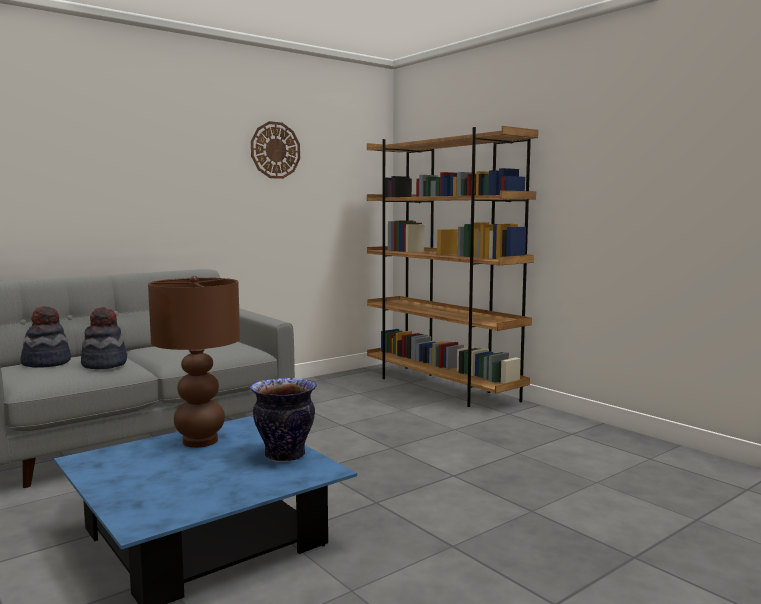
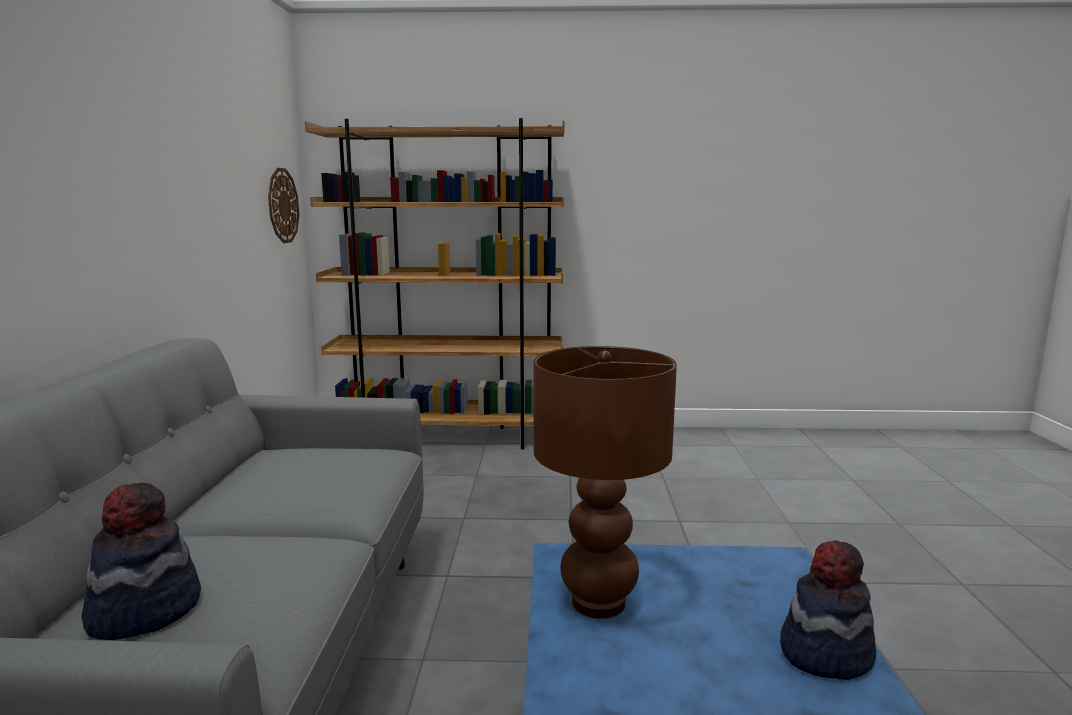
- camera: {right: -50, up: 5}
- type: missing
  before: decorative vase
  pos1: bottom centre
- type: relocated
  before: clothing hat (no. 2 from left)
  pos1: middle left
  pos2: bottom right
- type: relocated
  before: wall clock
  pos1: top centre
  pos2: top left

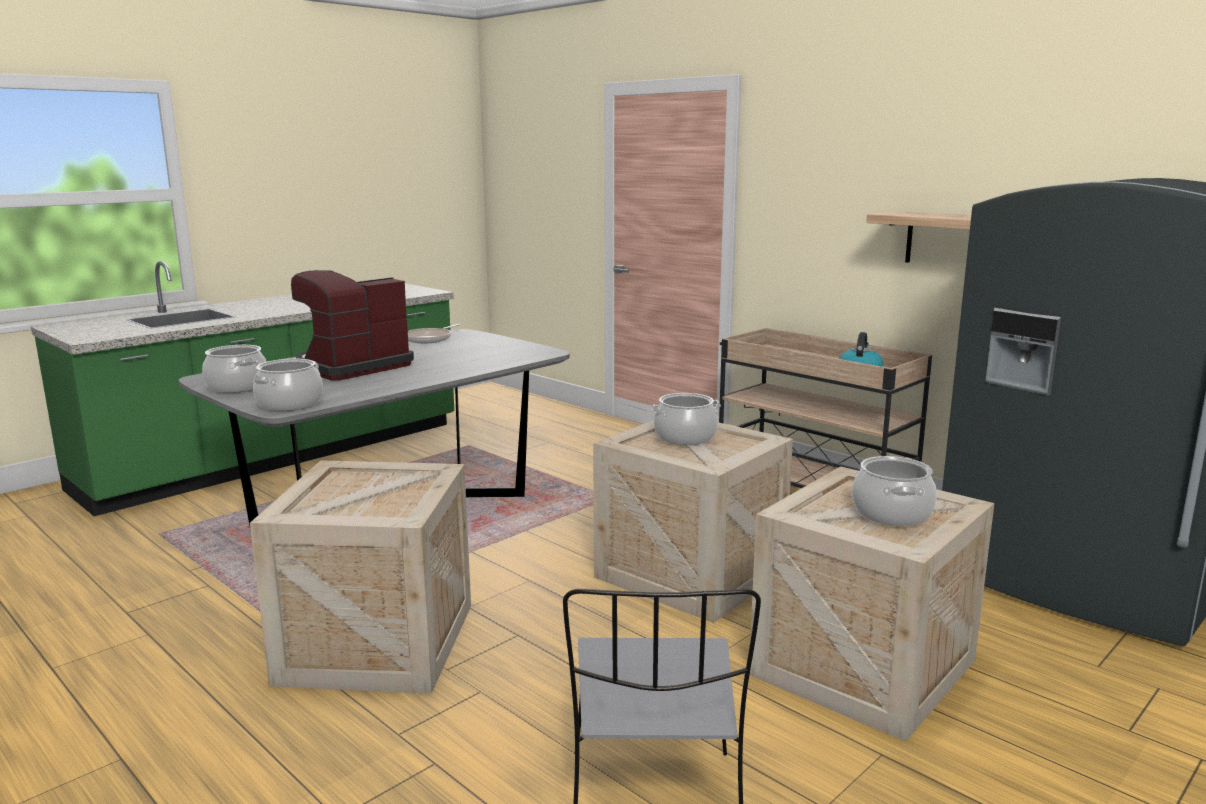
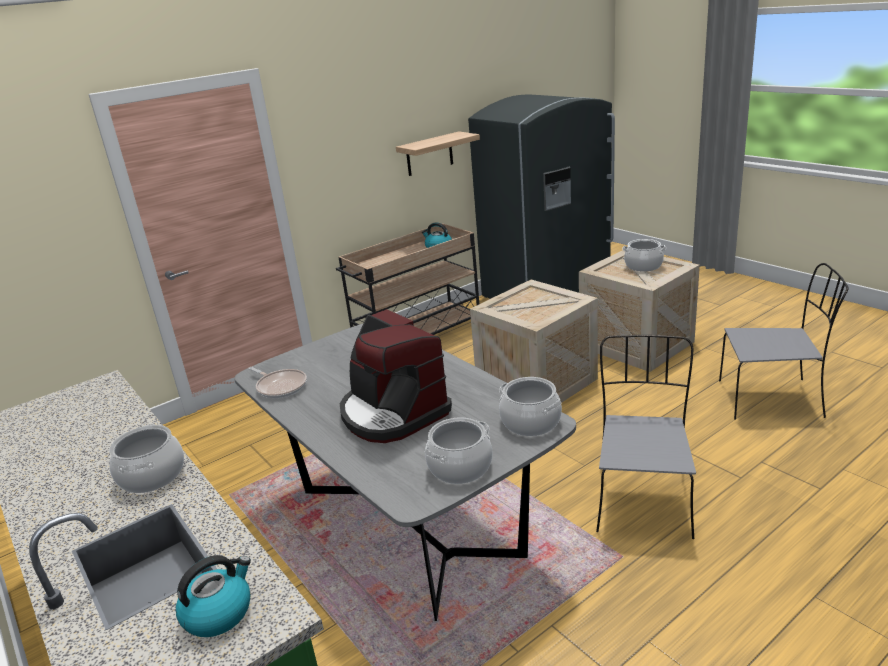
- camera: {right: -80, up: 10}
- type: appeared
  after: kettle (no. 1 from left)
  pos2: bottom left
- type: relocated
  before: stockpot (no. 3 from left in the first image)
  after: stockpot (no. 1 from left)
  pos1: centre
  pos2: bottom left
- type: exchanged
  before: crate (no. 1 from left)
  after: upright chair (grey) (no. 1 from left)
  pos1: bottom left
  pos2: middle right

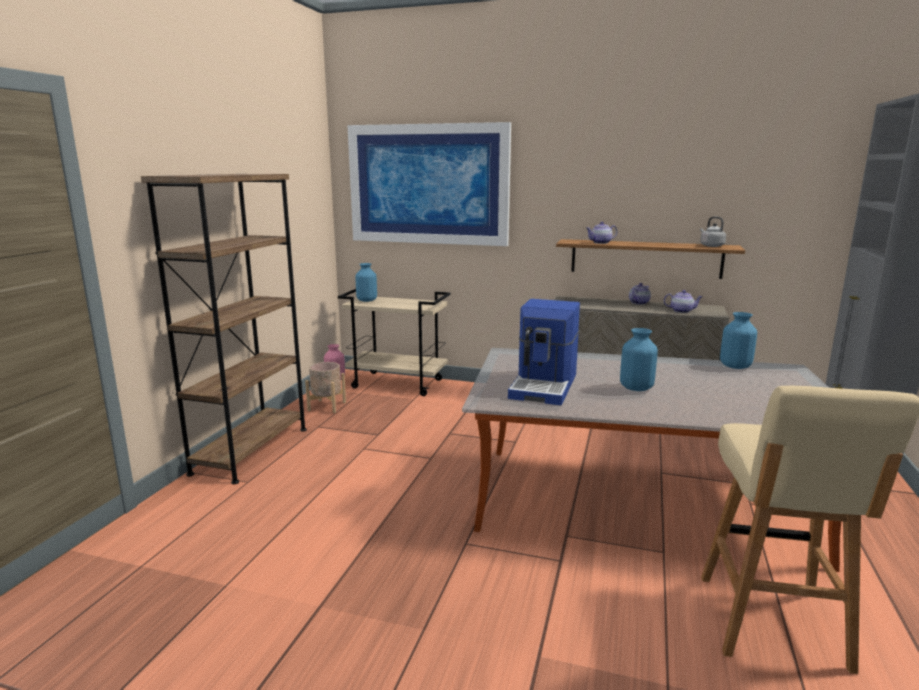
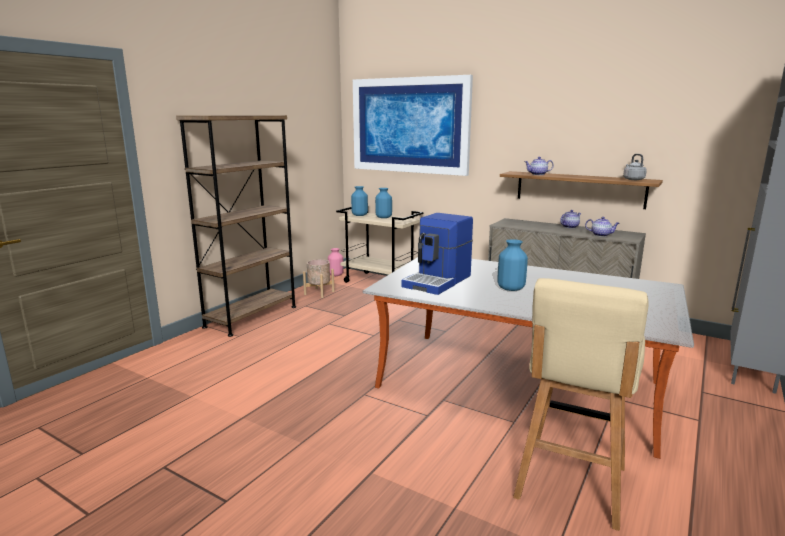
- camera: {right: 15, up: 0}
- type: relocated
  before: decorative vase (bluish) (no. 3 from left in the first image)
  after: decorative vase (bluish) (no. 2 from left)
  pos1: middle right
  pos2: centre

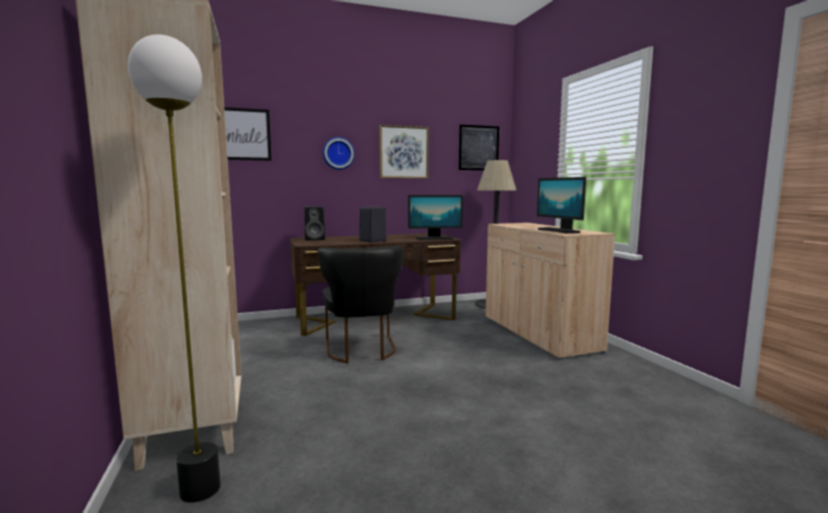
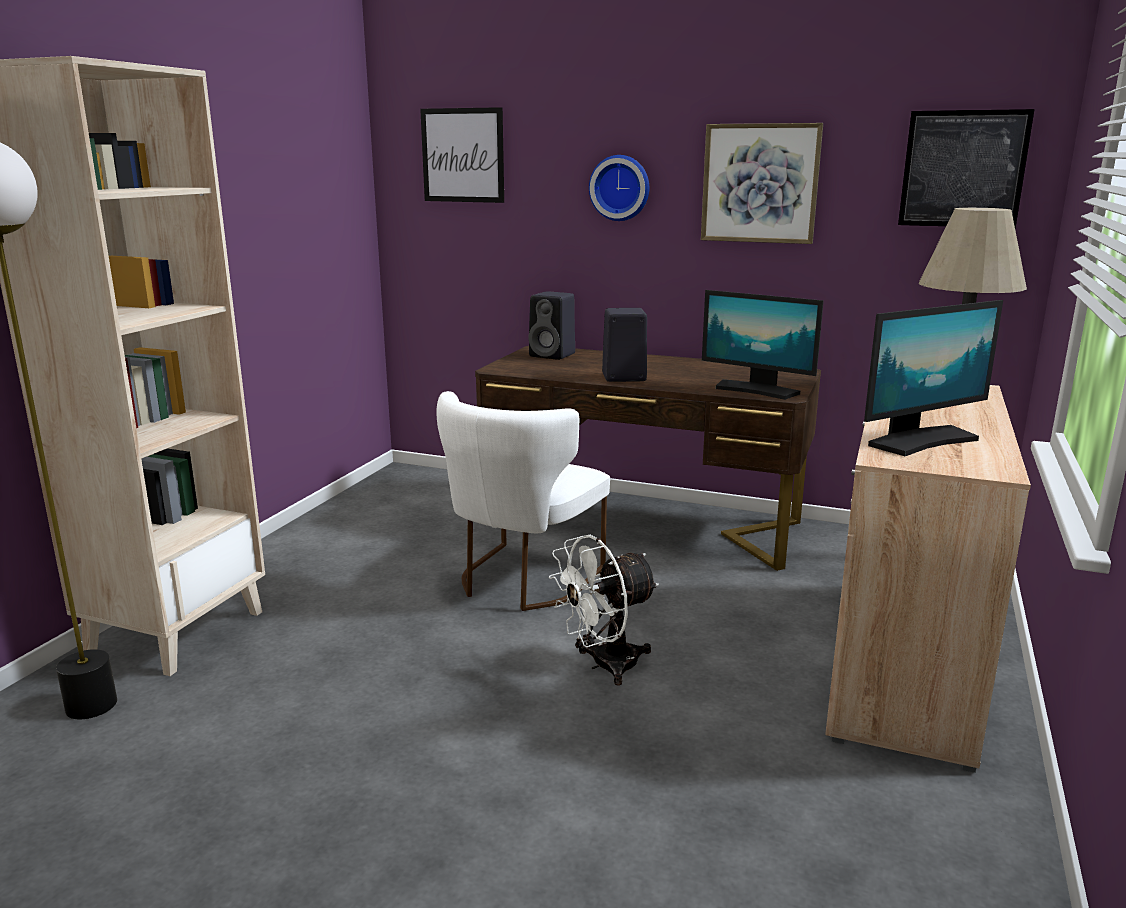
- camera: {right: 40, up: 10}
- type: appeared
  after: electric fan (whitish)
  pos2: bottom centre
- type: colour
  before: upright chair (black)
  after: upright chair (whitish)
  pos1: centre
  pos2: centre
- type: spun
  before: computer screen (no. 2 from left)
  pos1: middle right
  pos2: middle right
  turn: -135

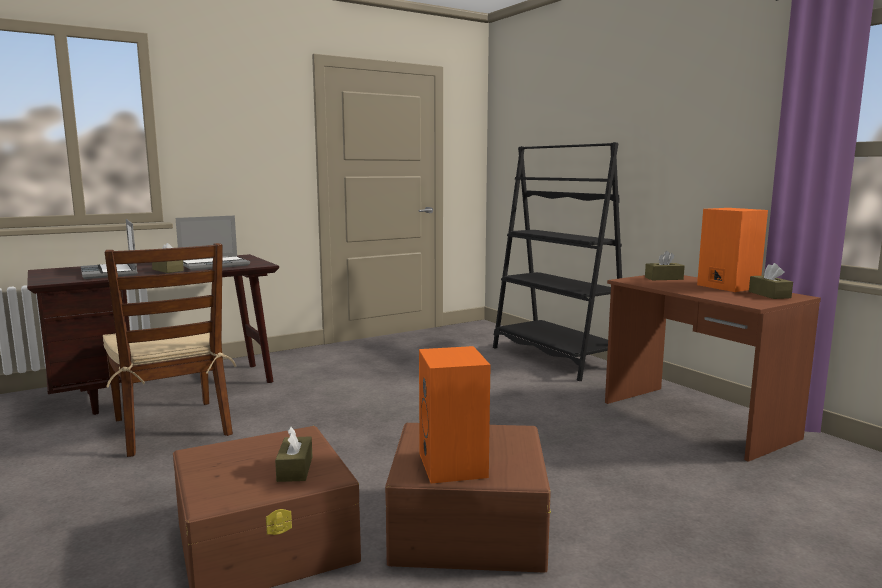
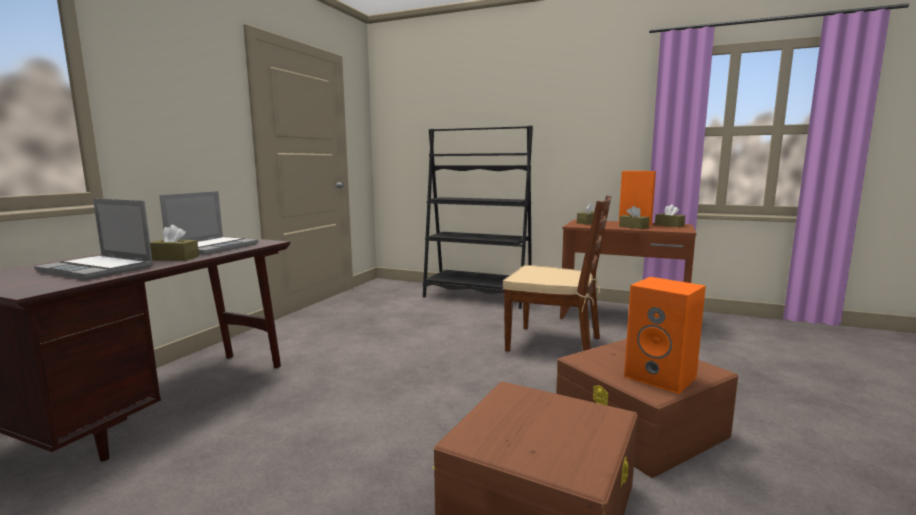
- camera: {right: -35, up: 0}
- type: relocated
  before: upright chair (brownish)
  pos1: middle left
  pos2: centre
- type: relocated
  before: tissue box (brownish) (no. 2 from left in the first image)
  after: tissue box (brownish) (no. 3 from left)
  pos1: bottom left
  pos2: middle right

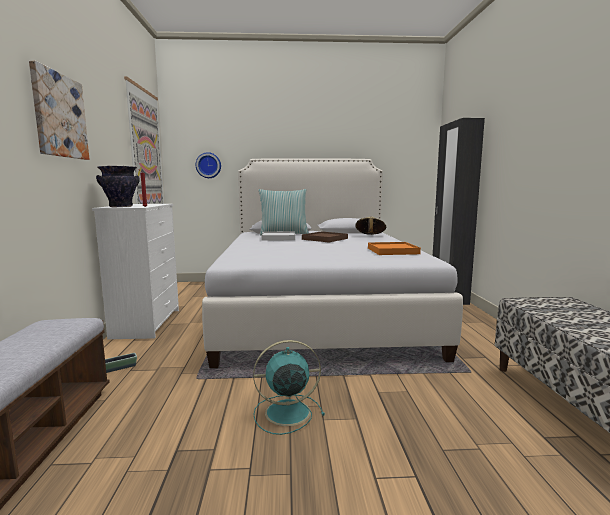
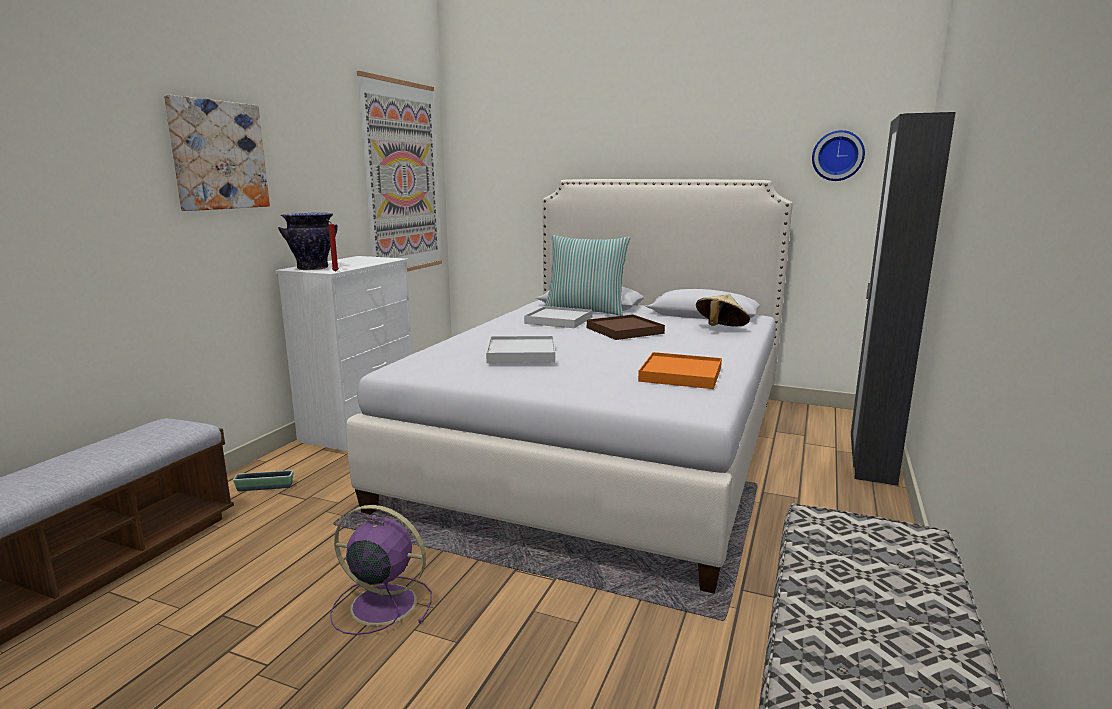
- camera: {right: 25, up: 5}
- type: appeared
  after: serving tray (whitish) (no. 1 from left)
  pos2: centre
- type: relocated
  before: wall clock
  pos1: top centre
  pos2: top right
- type: colour
  before: electric fan (turquoise-coloured)
  after: electric fan (purple)
  pos1: bottom centre
  pos2: bottom centre

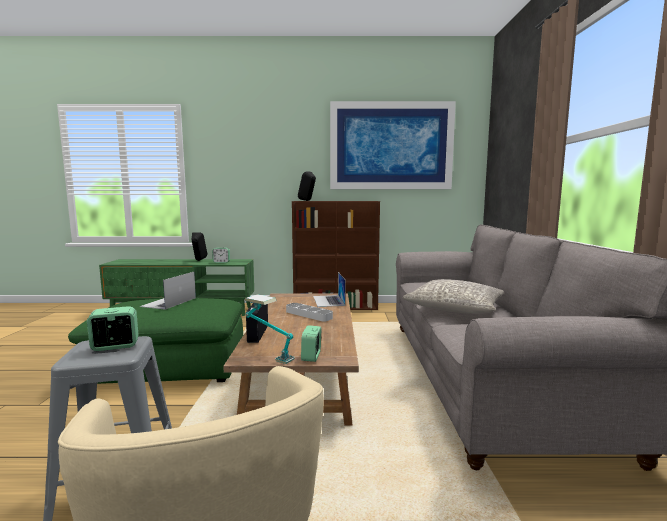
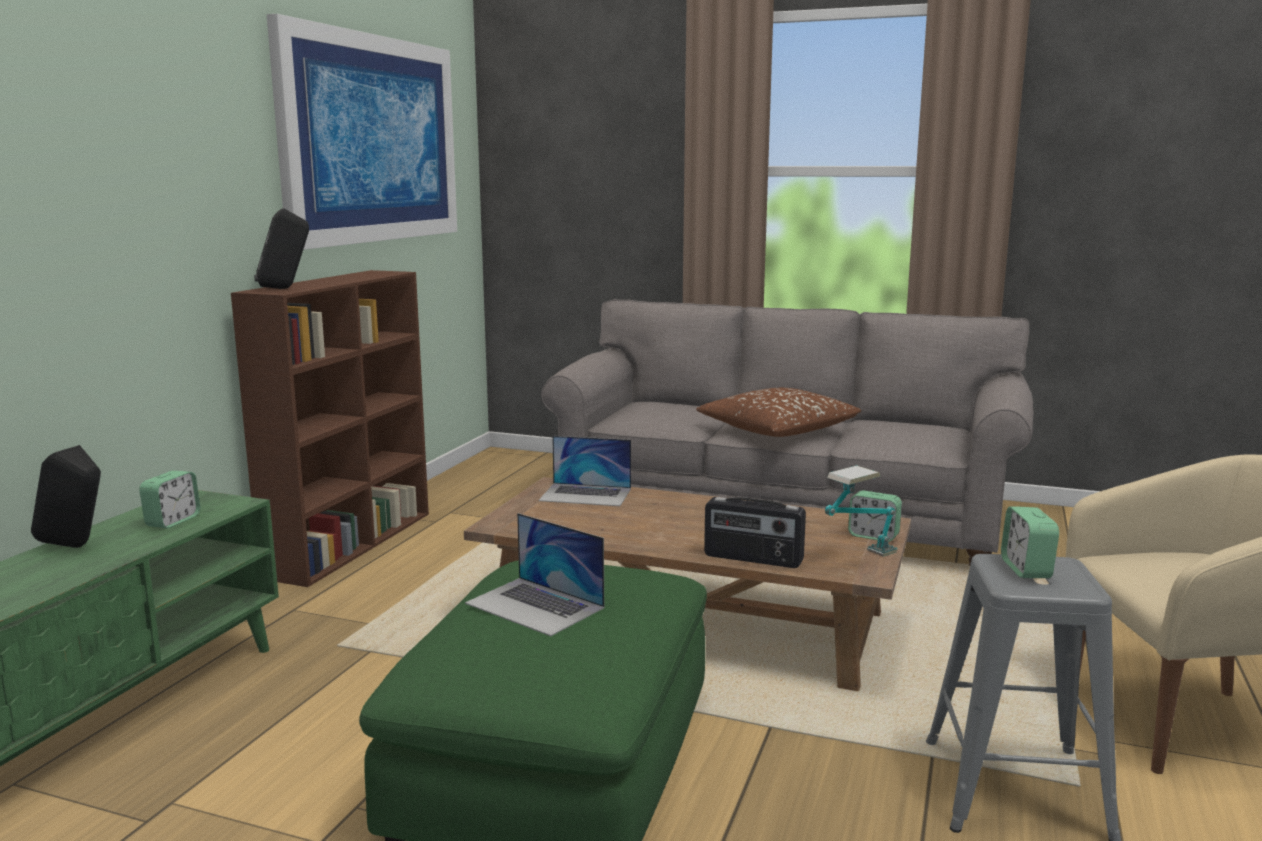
- camera: {right: -70, up: 5}
- type: missing
  before: serving tray (grey)
  pos1: centre
- type: colour
  before: cushion (grey)
  after: cushion (brownish)
  pos1: middle right
  pos2: centre

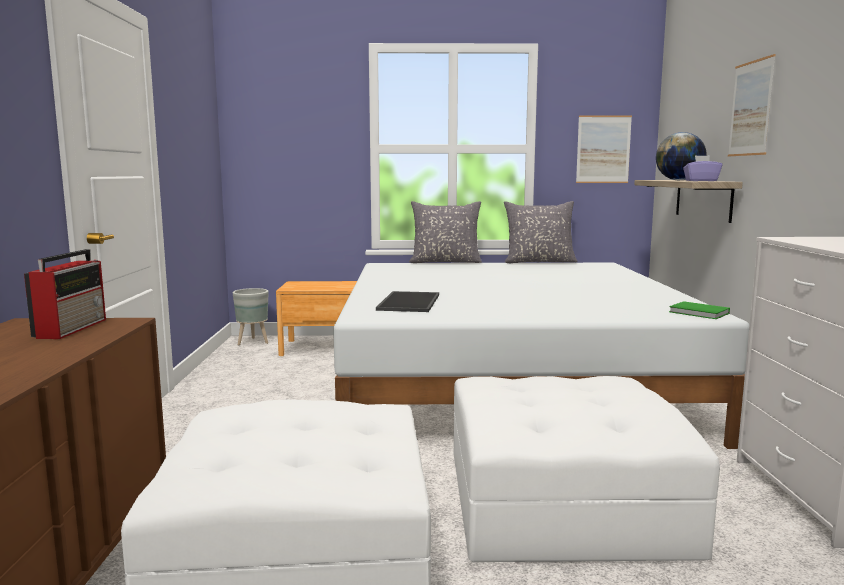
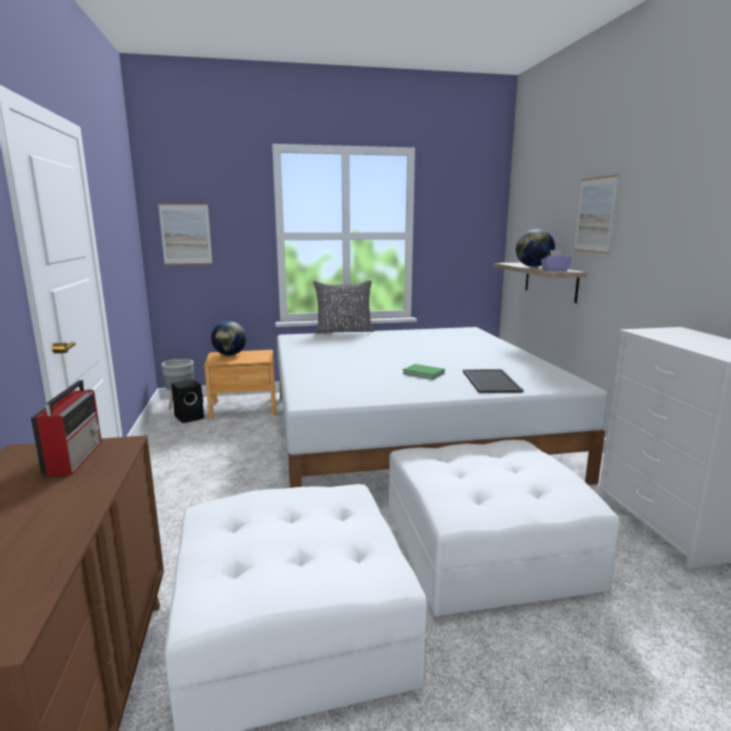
- camera: {right: -10, up: 5}
- type: missing
  before: cushion (grey) (no. 2 from left)
  pos1: centre
- type: appeared
  after: loudspeaker (black)
  pos2: middle left
- type: appeared
  after: world globe (no. 1 from left)
  pos2: middle left
- type: relocated
  before: serving tray
  pos1: centre
  pos2: middle right
- type: relocated
  before: wall art (no. 1 from left)
  pos1: top right
  pos2: top left
- type: relocated
  before: volume (green-coloured)
  pos1: middle right
  pos2: centre

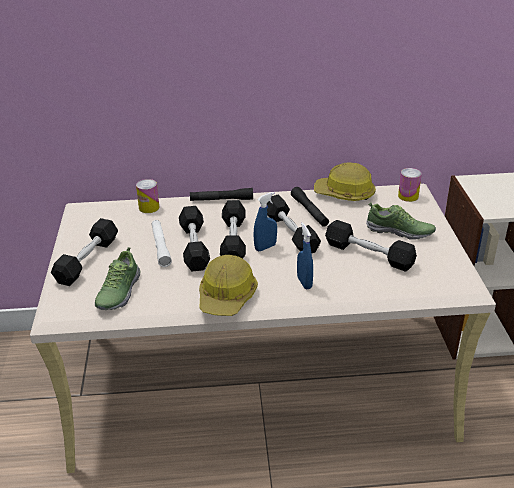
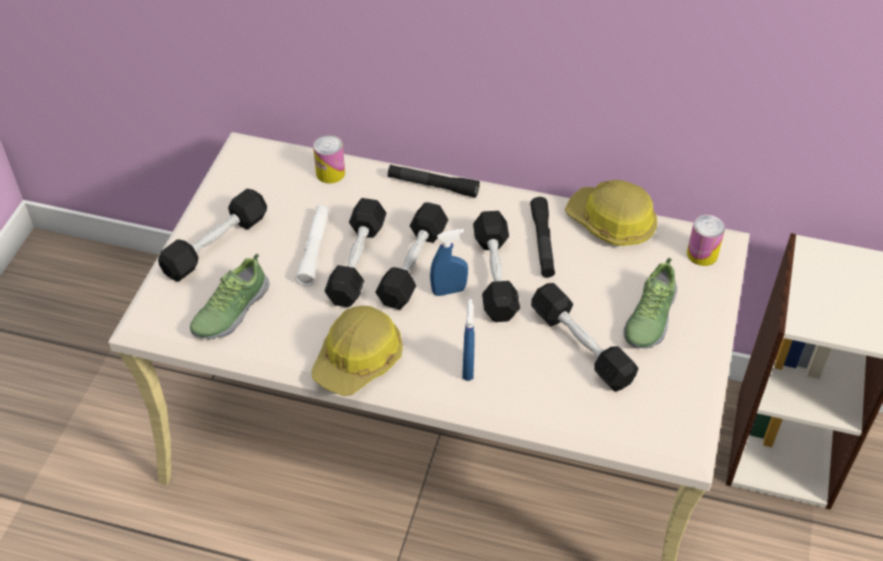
- camera: {right: 20, up: 15}
- type: spun
  before: item of footwear (no. 2 from left)
  pos1: middle right
  pos2: middle right
  turn: 75

